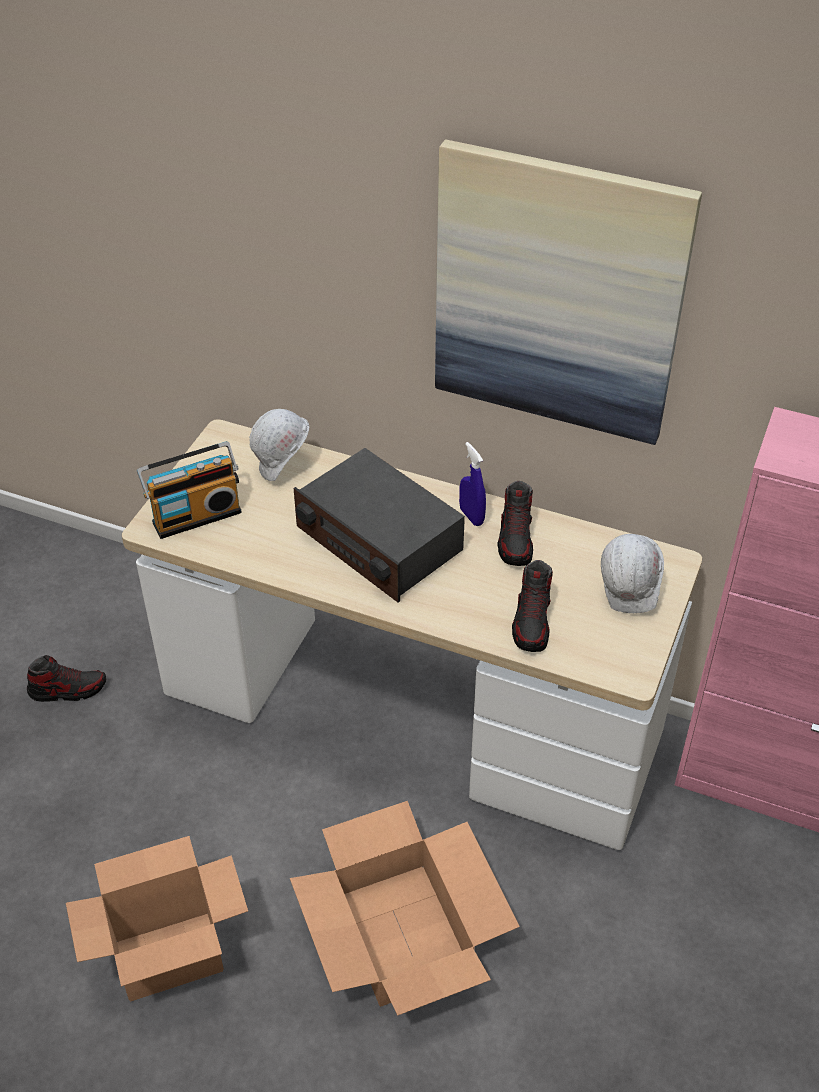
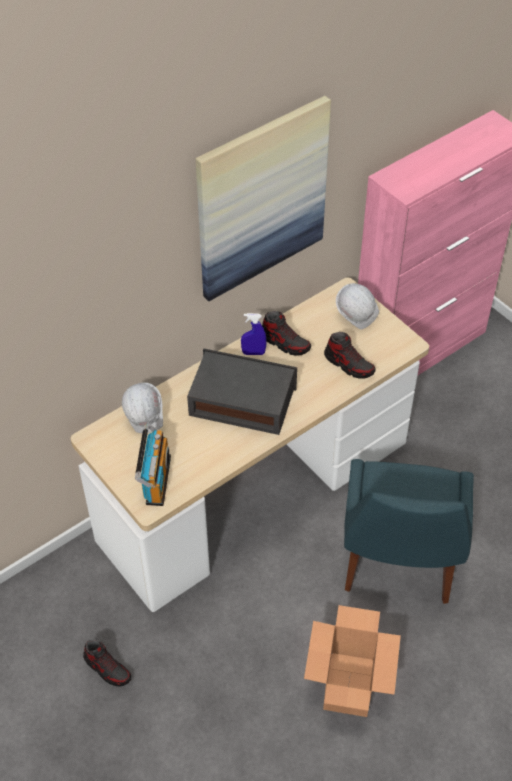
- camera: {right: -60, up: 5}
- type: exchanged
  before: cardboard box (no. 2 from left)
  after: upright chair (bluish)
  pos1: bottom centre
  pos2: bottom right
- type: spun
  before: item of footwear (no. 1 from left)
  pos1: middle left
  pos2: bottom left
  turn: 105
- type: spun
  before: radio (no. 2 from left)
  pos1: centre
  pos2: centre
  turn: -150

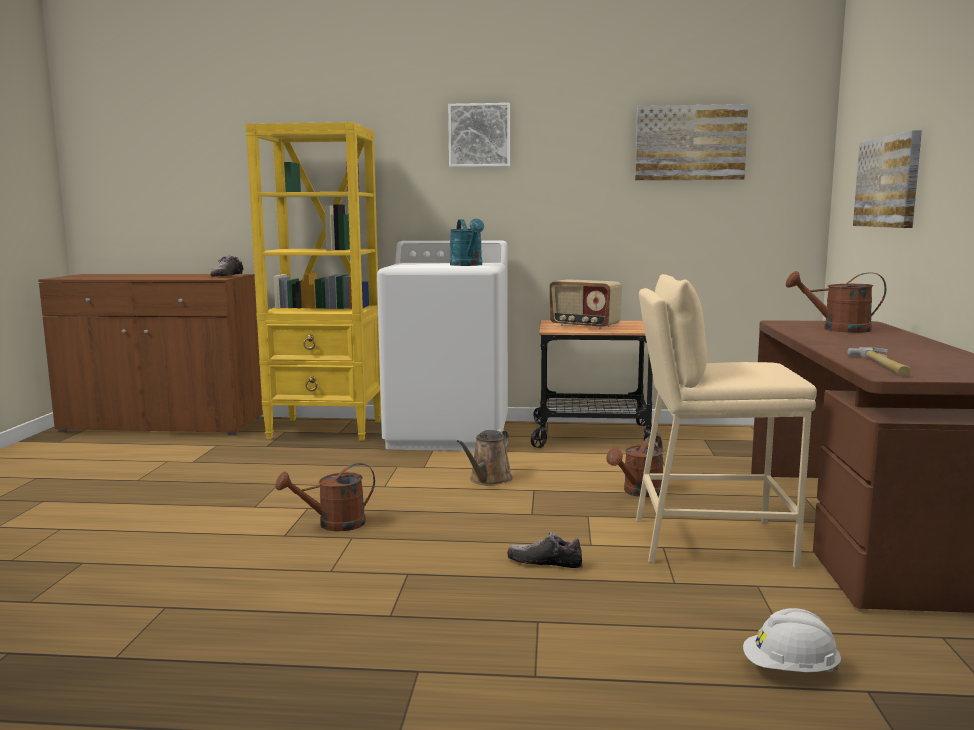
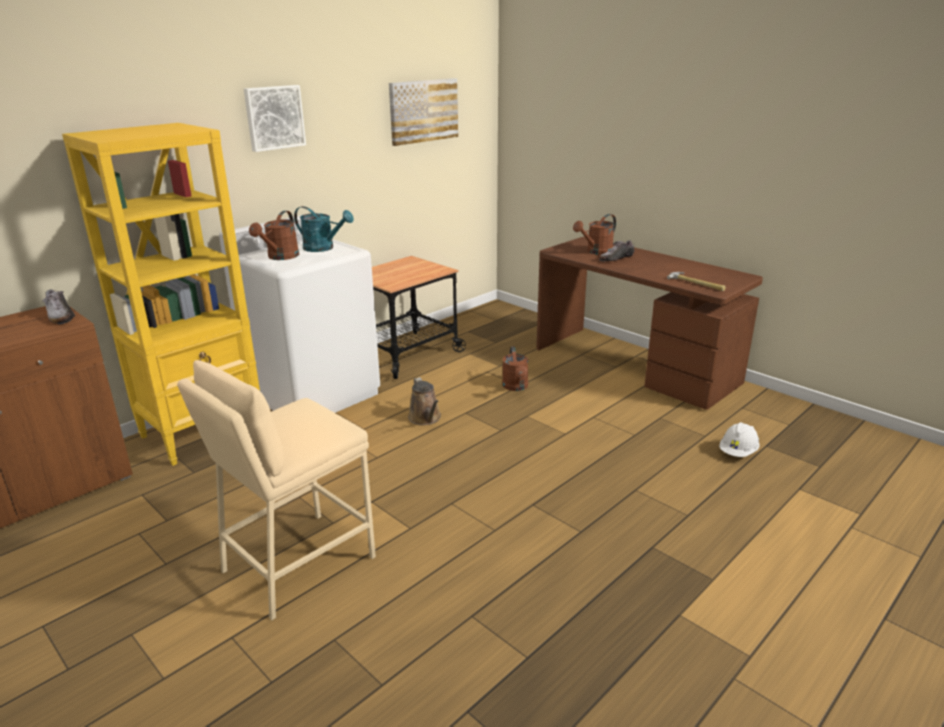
- camera: {right: -50, up: 15}
- type: missing
  before: radio
  pos1: centre
- type: missing
  before: wall art (no. 3 from left)
  pos1: top right
- type: relocated
  before: sprinkling can (brownish) (no. 1 from left)
  pos1: bottom centre
  pos2: top left
- type: relocated
  before: item of footwear (no. 2 from left)
  pos1: bottom centre
  pos2: centre
- type: relocated
  before: stool seat (beige-coloured)
  pos1: middle right
  pos2: bottom left

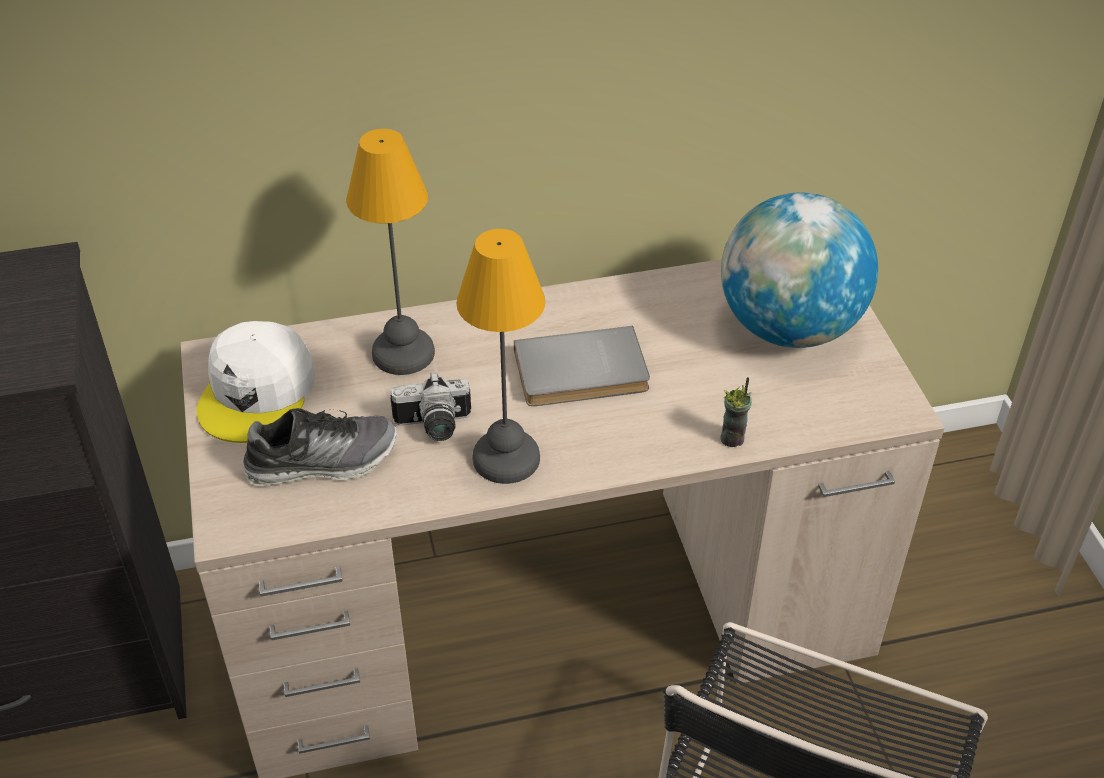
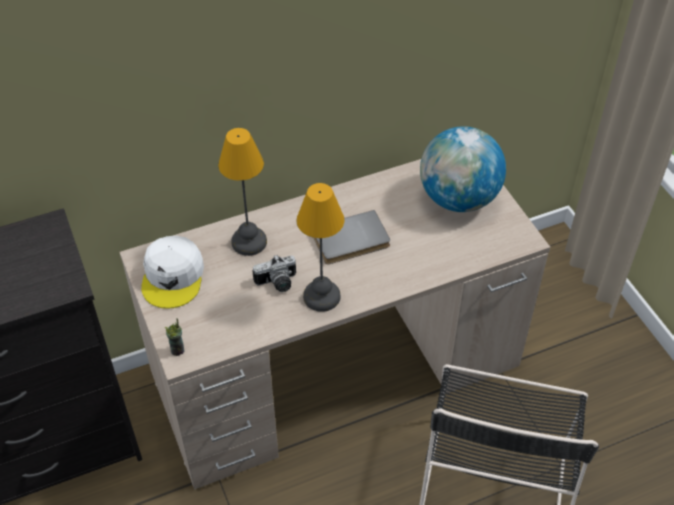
- camera: {right: -10, up: 5}
- type: missing
  before: item of footwear
  pos1: middle left
- type: relocated
  before: cup
  pos1: middle right
  pos2: bottom left

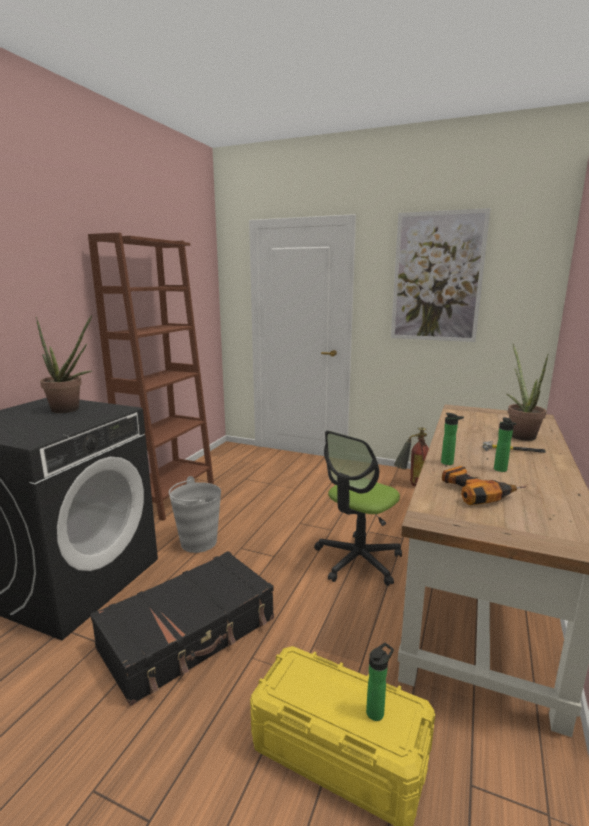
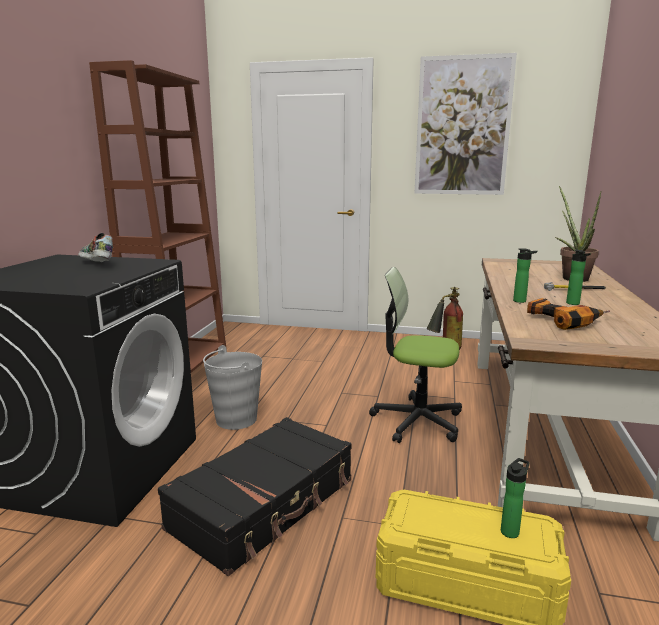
- camera: {right: -10, up: 0}
- type: exchanged
  before: potted plant (no. 1 from left)
  after: item of footwear
  pos1: middle left
  pos2: middle left
- type: spun
  before: computer chair
  pos1: centre
  pos2: centre
  turn: 75

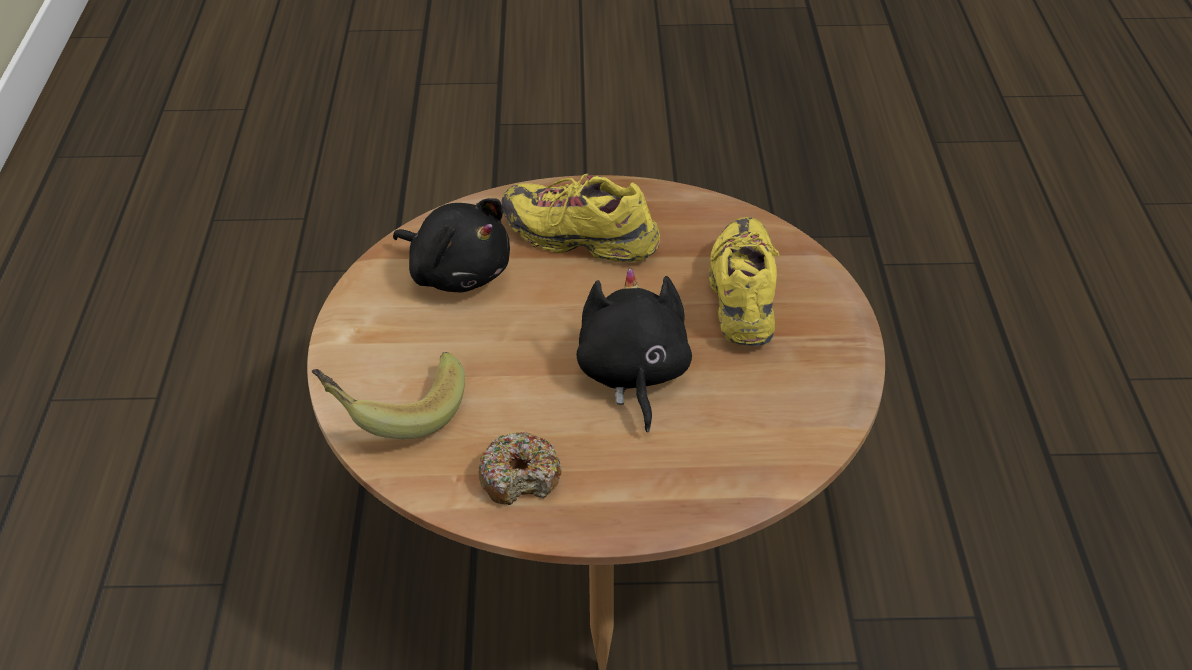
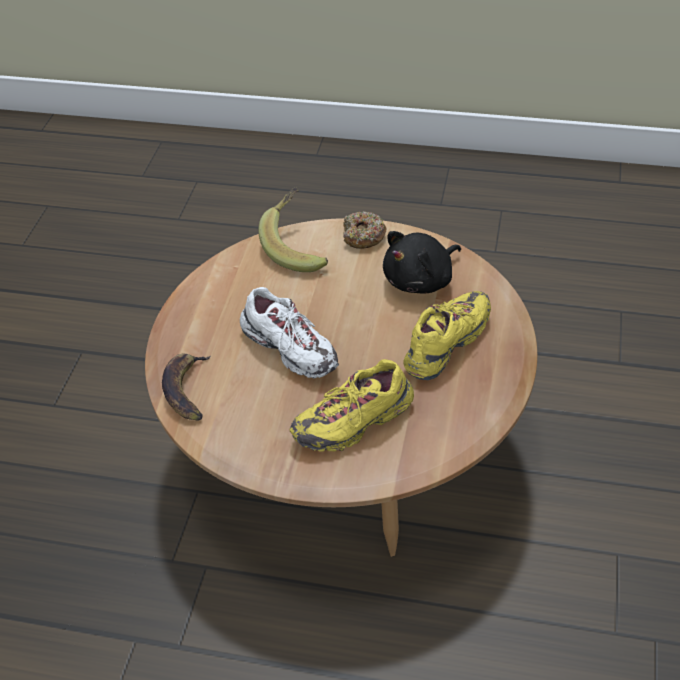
- camera: {right: 105, up: 5}
- type: appeared
  after: banana fruit (no. 1 from left)
  pos2: middle left
- type: relocated
  before: doughnut
  pos1: bottom centre
  pos2: centre
- type: exchanged
  before: soft toy (black) (no. 2 from left)
  after: item of footwear (whitish)
  pos1: centre
  pos2: centre
- type: spun
  before: item of footwear (yellow) (no. 2 from left in the first image)
  pos1: centre
  pos2: centre
  turn: 135

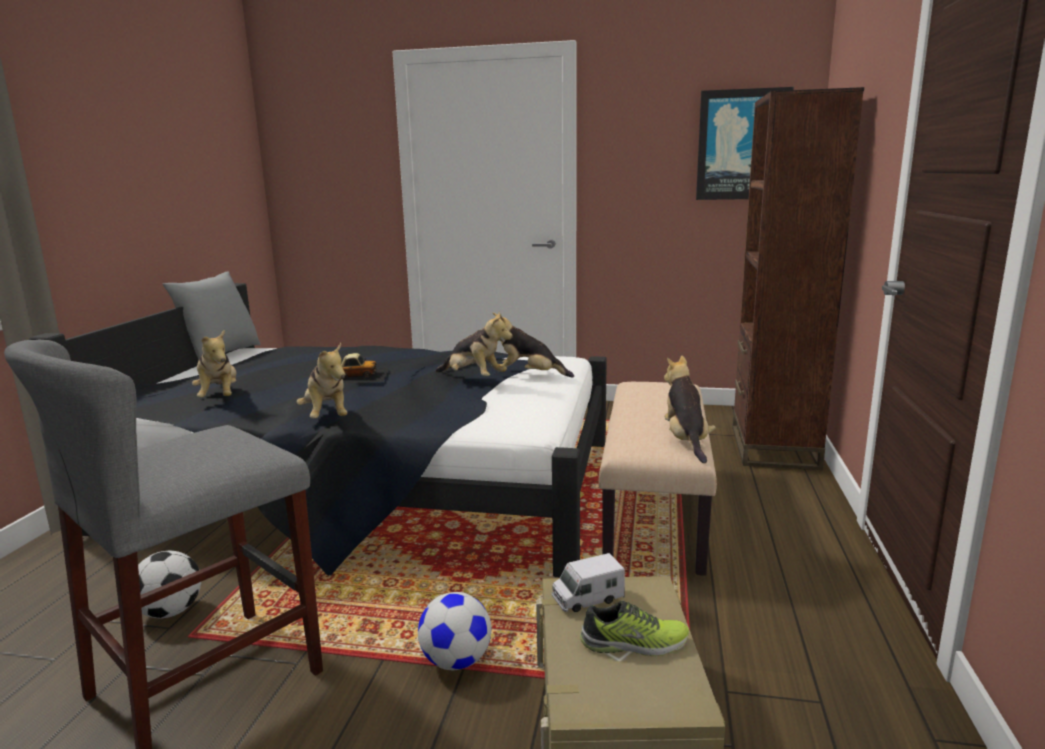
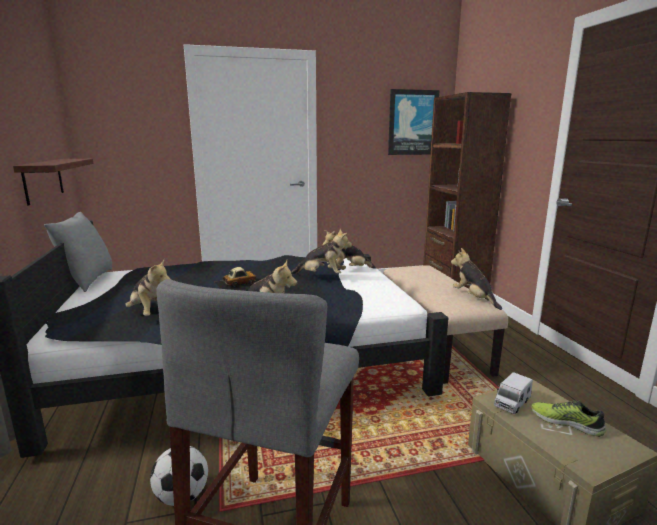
- camera: {right: -25, up: 0}
- type: missing
  before: football (no. 2 from left)
  pos1: bottom centre
- type: appeared
  after: bracket shelf
  pos2: middle left
- type: spun
  before: item of footwear
  pos1: bottom centre
  pos2: bottom right
  turn: -120

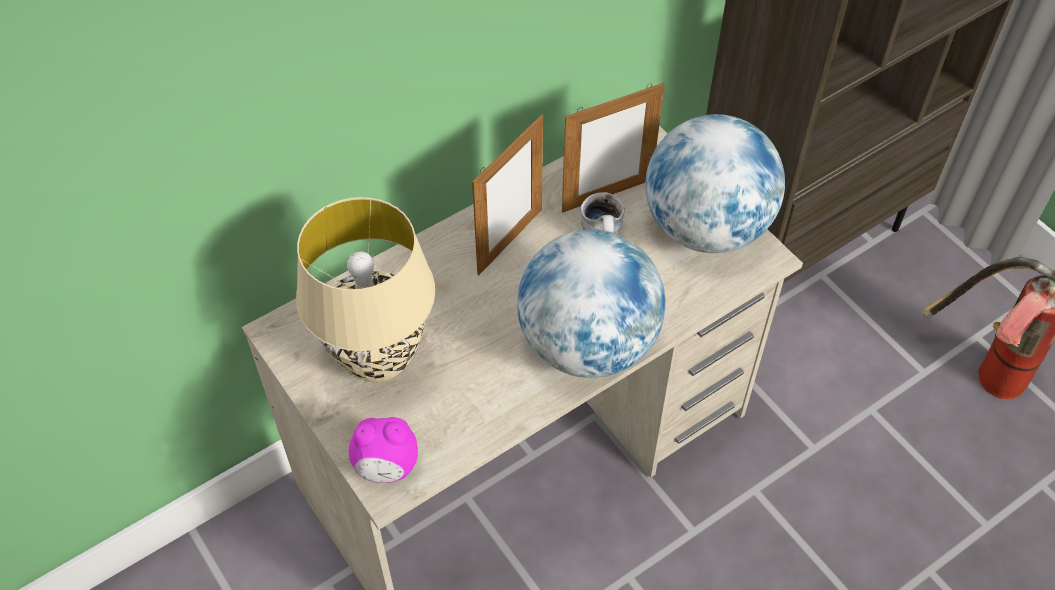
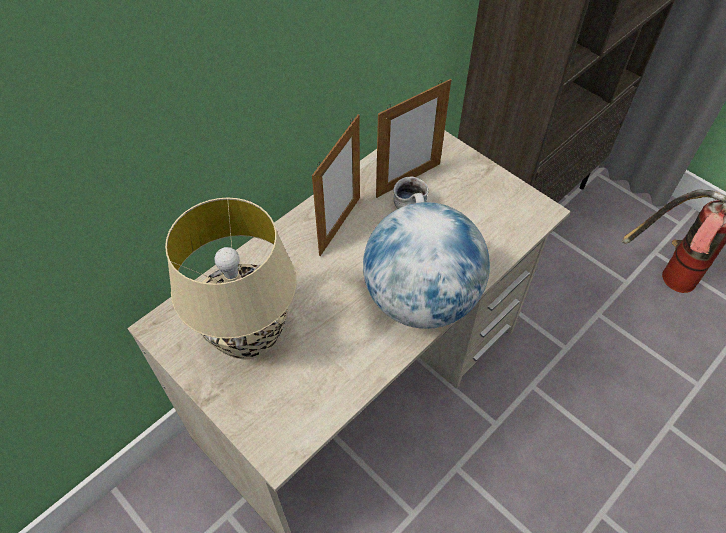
- camera: {right: -10, up: 0}
- type: missing
  before: bedside clock
  pos1: bottom centre
- type: missing
  before: world globe (no. 2 from left)
  pos1: top right

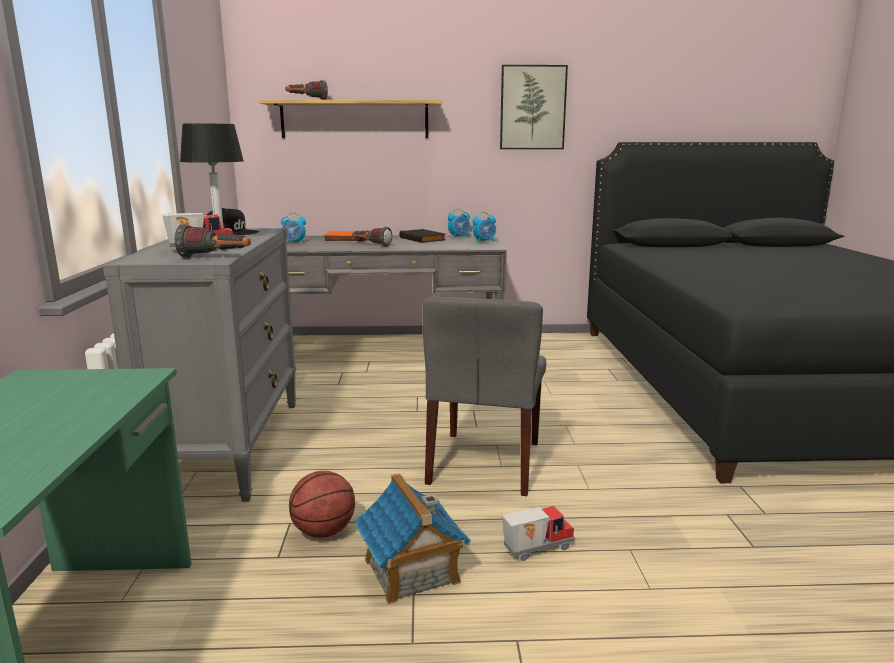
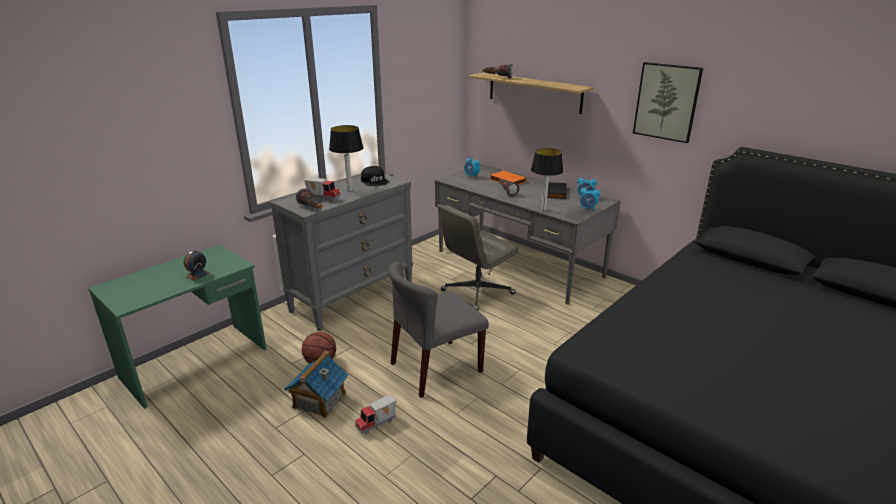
- camera: {right: 45, up: 10}
- type: appeared
  after: bedside clock (no. 1 from left)
  pos2: middle left
- type: appeared
  after: computer chair (grey)
  pos2: centre
- type: appeared
  after: lamp for a table (no. 2 from left)
  pos2: centre
- type: spun
  before: toy lorry (no. 2 from left)
  pos1: bottom centre
  pos2: bottom centre
  turn: 120

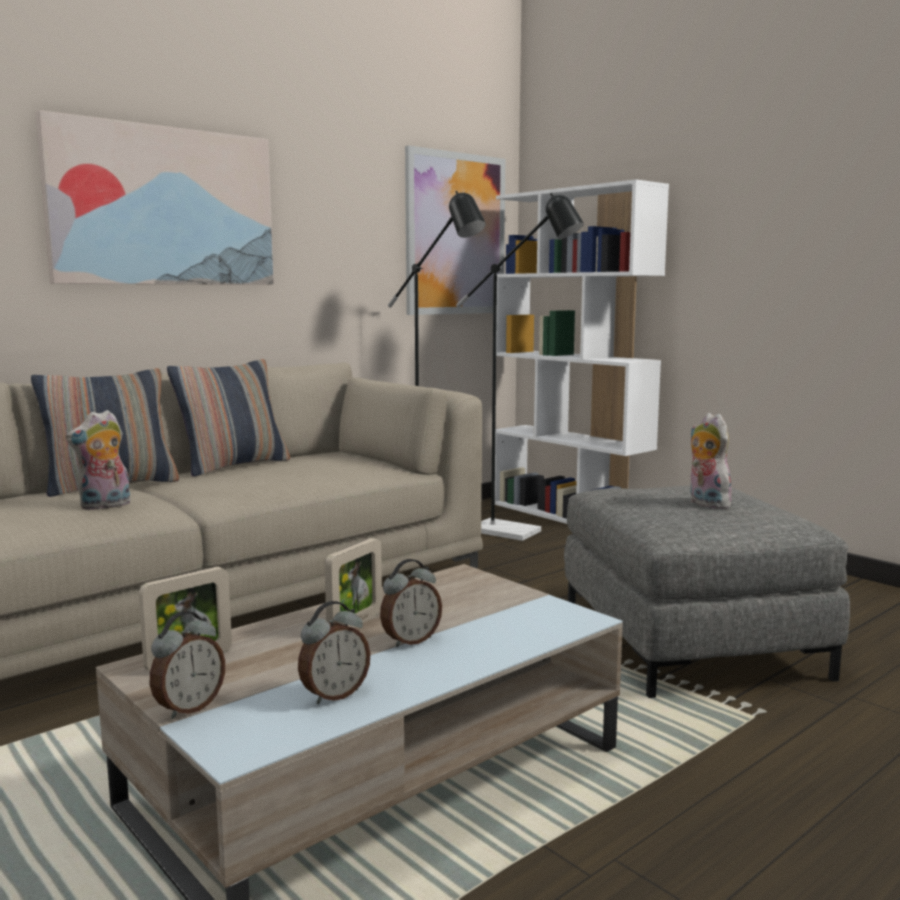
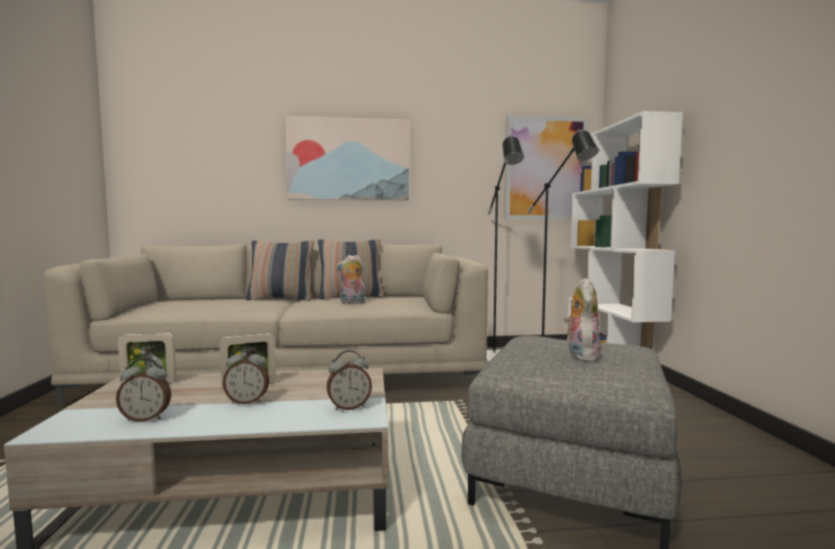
- camera: {right: 35, up: -5}
- type: relocated
  before: soft toy (no. 1 from left)
  pos1: middle left
  pos2: centre
- type: relocated
  before: bedside clock (no. 1 from left in the first image)
  after: bedside clock (no. 3 from left)
  pos1: bottom left
  pos2: bottom centre

